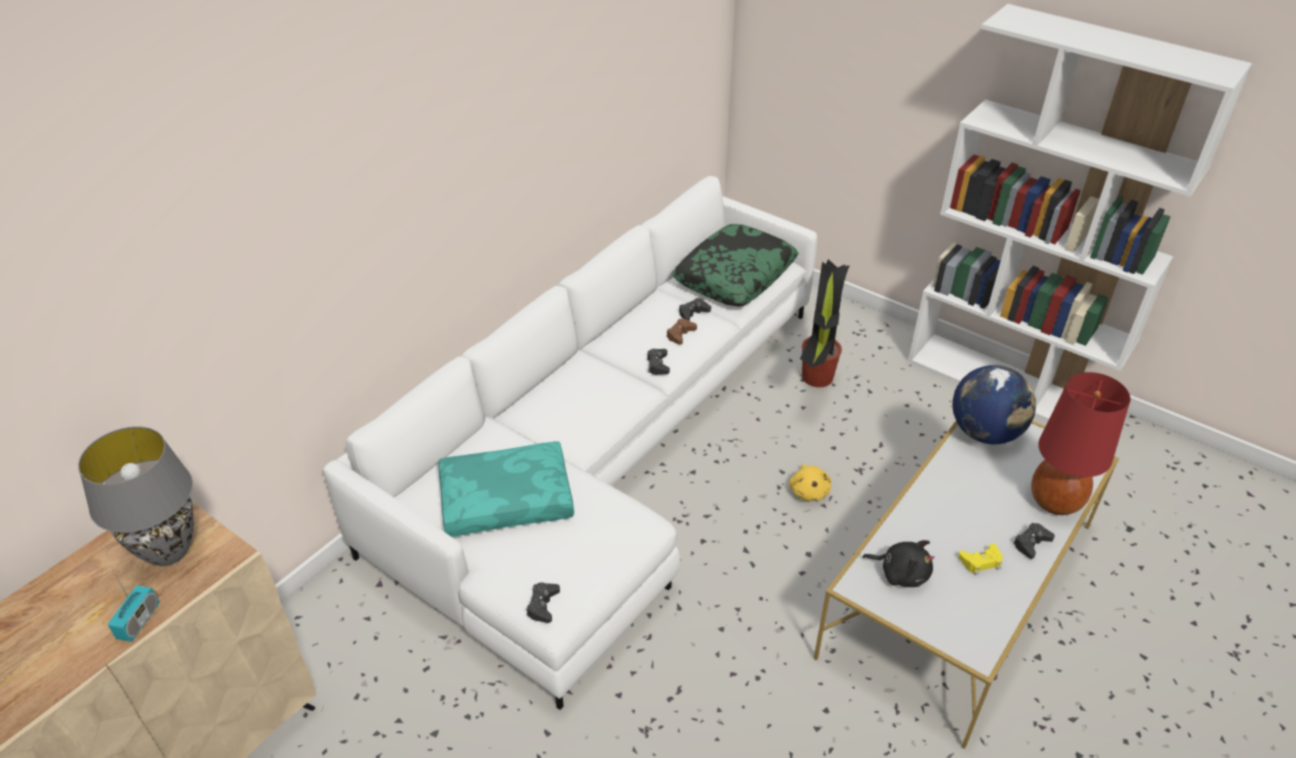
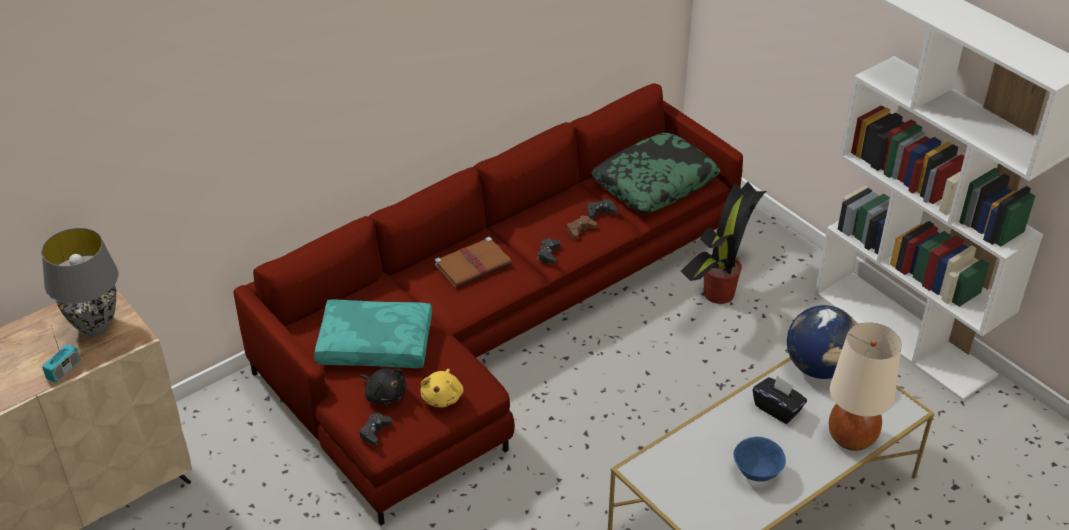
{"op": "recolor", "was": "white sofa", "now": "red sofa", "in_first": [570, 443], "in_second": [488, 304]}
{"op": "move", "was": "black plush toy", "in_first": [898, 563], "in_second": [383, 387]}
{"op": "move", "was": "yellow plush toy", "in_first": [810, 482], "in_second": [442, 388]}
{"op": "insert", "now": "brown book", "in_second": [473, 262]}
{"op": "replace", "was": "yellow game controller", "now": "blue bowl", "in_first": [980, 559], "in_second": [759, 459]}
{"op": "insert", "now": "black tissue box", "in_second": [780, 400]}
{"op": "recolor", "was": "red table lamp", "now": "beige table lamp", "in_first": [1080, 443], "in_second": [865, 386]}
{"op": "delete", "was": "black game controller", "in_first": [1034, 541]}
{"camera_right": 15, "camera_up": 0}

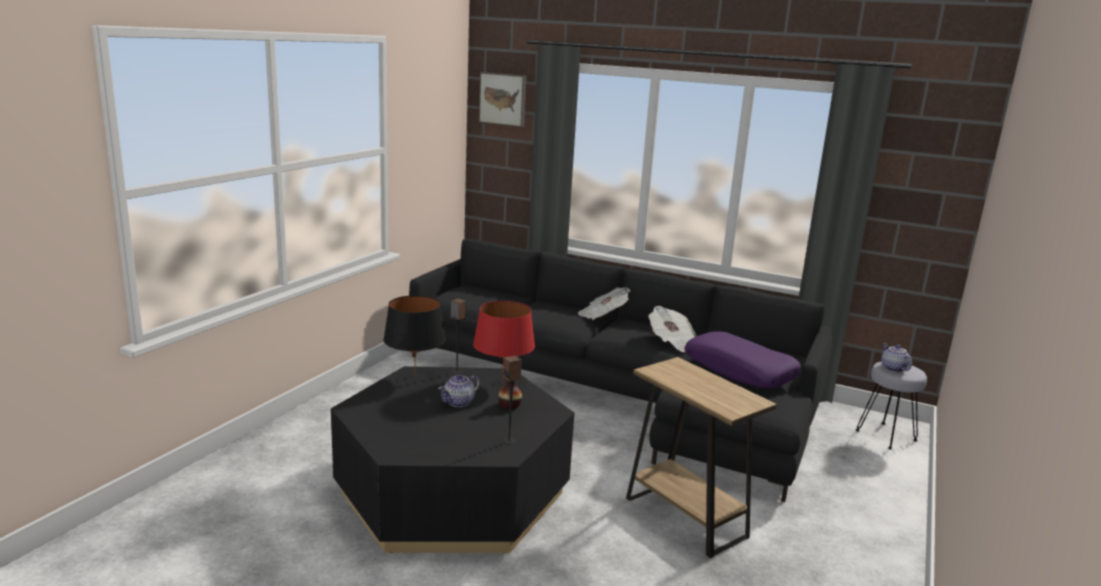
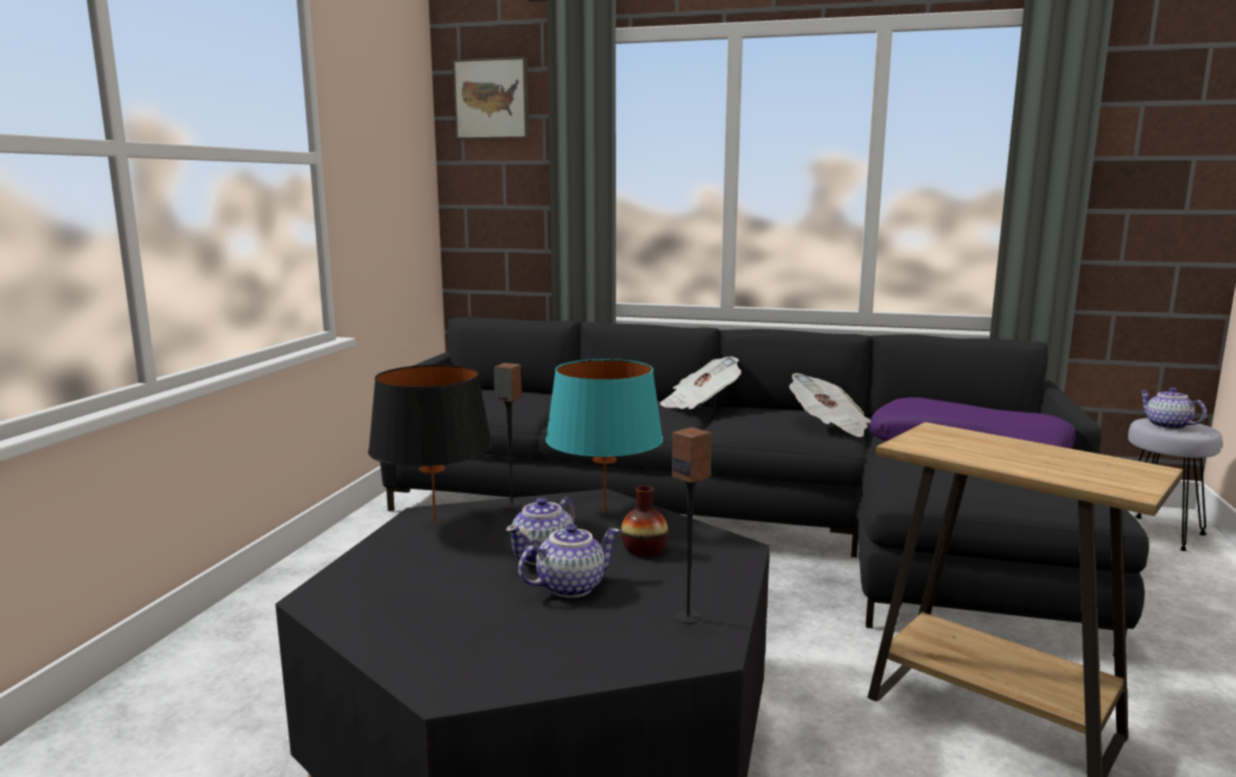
{"op": "insert", "now": "teapot", "in_second": [569, 561]}
{"op": "recolor", "was": "red table lamp", "now": "turquoise table lamp", "in_first": [504, 341], "in_second": [604, 435]}
{"camera_right": -10, "camera_up": -5}

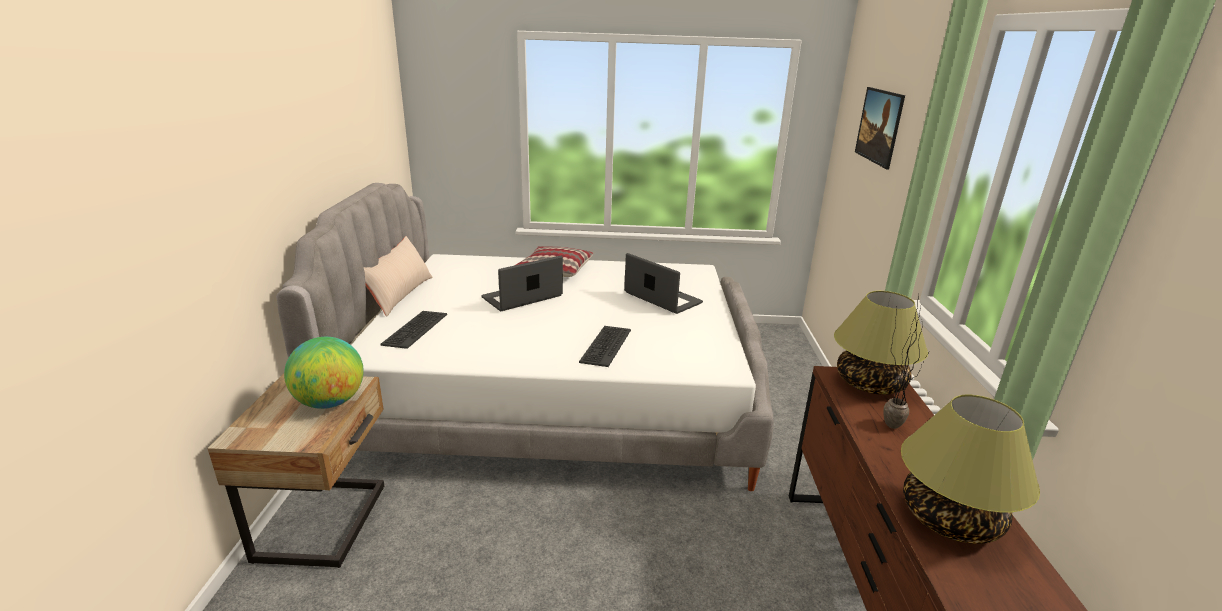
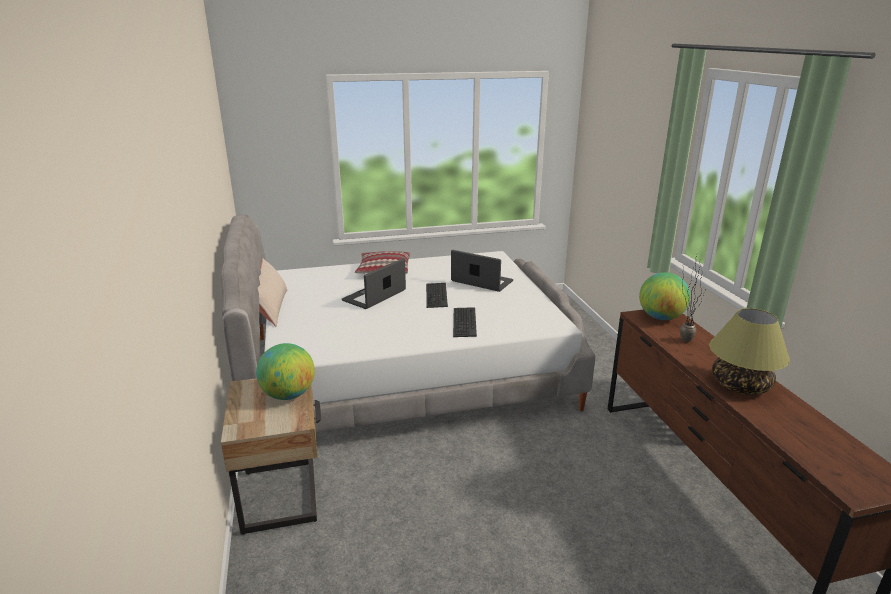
{"op": "move", "was": "keyboard", "in_first": [414, 330], "in_second": [437, 295]}
{"op": "replace", "was": "table lamp", "now": "globe", "in_first": [881, 343], "in_second": [664, 296]}
{"op": "delete", "was": "picture", "in_first": [880, 128]}
{"camera_right": -15, "camera_up": 0}

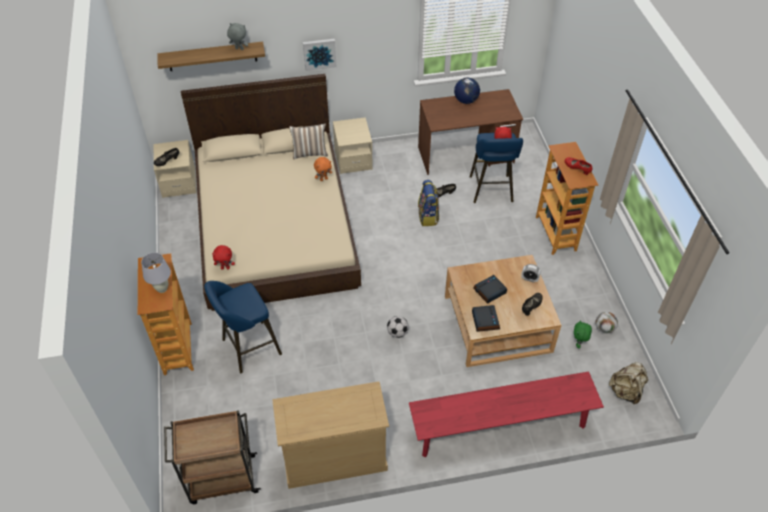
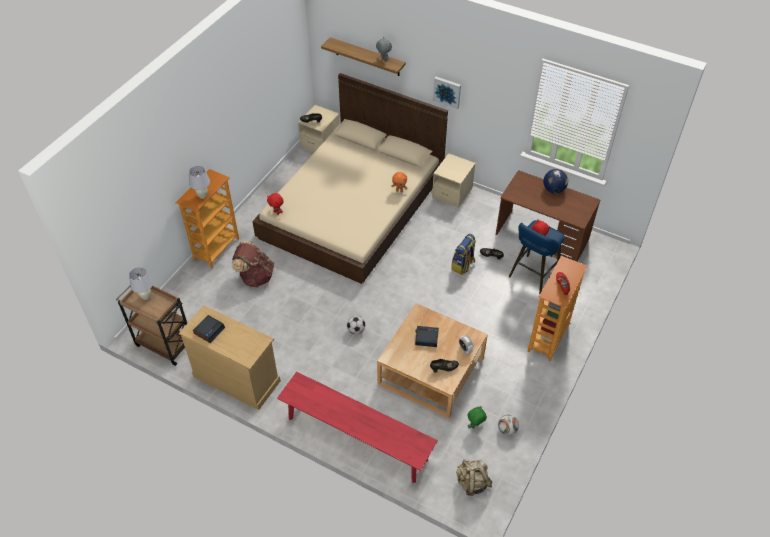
{"op": "insert", "now": "white table lamp", "in_second": [141, 283]}
{"op": "move", "was": "alarm clock", "in_first": [486, 318], "in_second": [209, 329]}
{"op": "replace", "was": "blue stool", "now": "brown backpack", "in_first": [243, 327], "in_second": [253, 264]}
{"op": "delete", "was": "pillow", "in_first": [308, 141]}
{"camera_right": 40, "camera_up": 0}

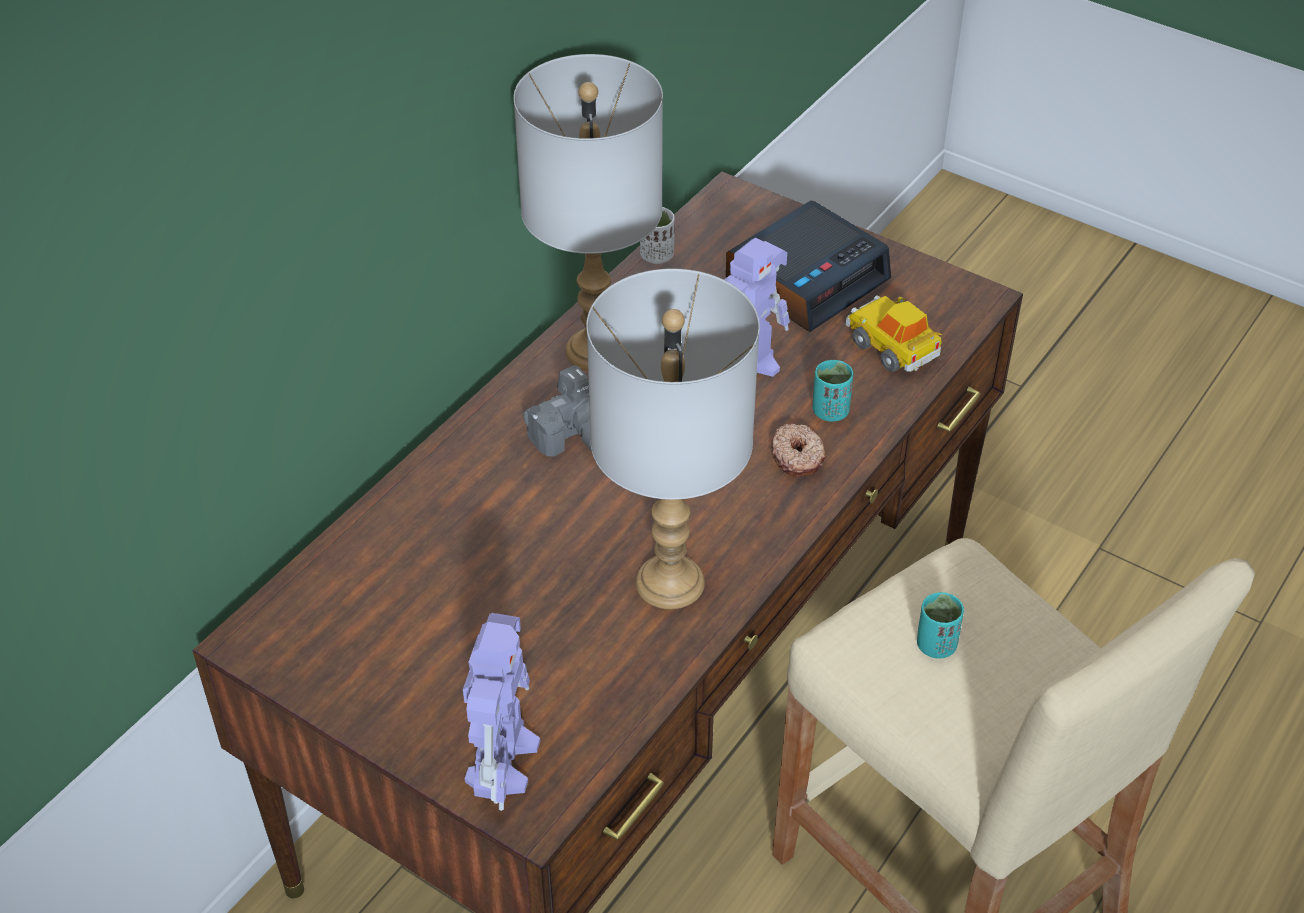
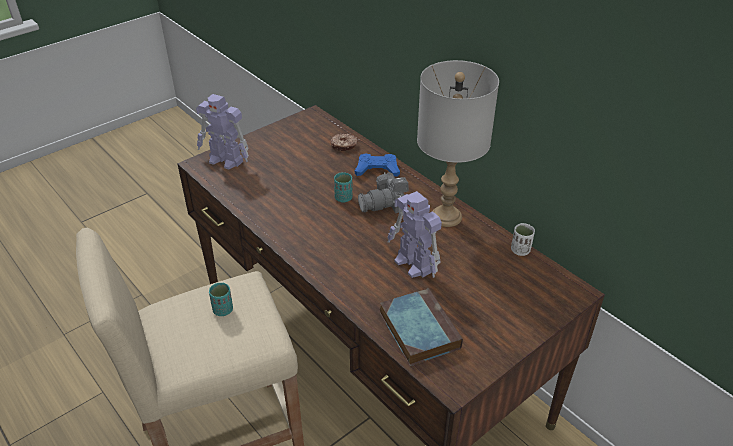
{"op": "move", "was": "donut", "in_first": [798, 450], "in_second": [344, 142]}
{"op": "move", "was": "turquoise cup", "in_first": [832, 391], "in_second": [343, 187]}
{"op": "insert", "now": "blue game controller", "in_second": [377, 165]}
{"op": "replace", "was": "toy car", "now": "book", "in_first": [893, 333], "in_second": [421, 327]}
{"op": "delete", "was": "grey table lamp", "in_first": [673, 438]}
{"op": "delete", "was": "alarm clock", "in_first": [808, 266]}
{"camera_right": 105, "camera_up": -5}

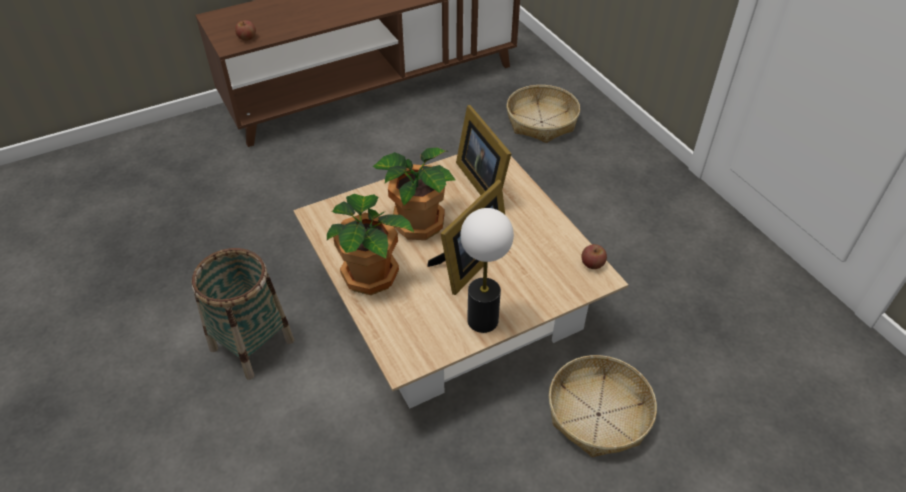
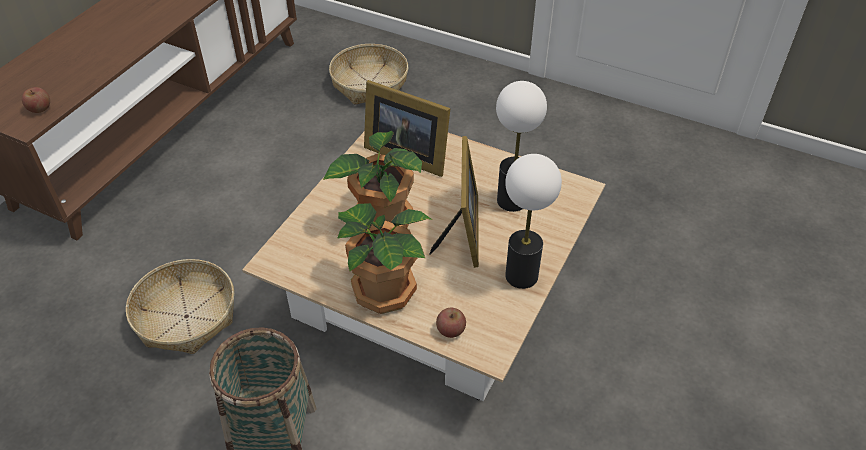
{"op": "move", "was": "basket", "in_first": [603, 406], "in_second": [180, 306]}
{"op": "move", "was": "apple", "in_first": [594, 256], "in_second": [451, 323]}
{"op": "insert", "now": "table lamp", "in_second": [521, 146]}
{"camera_right": -35, "camera_up": 0}

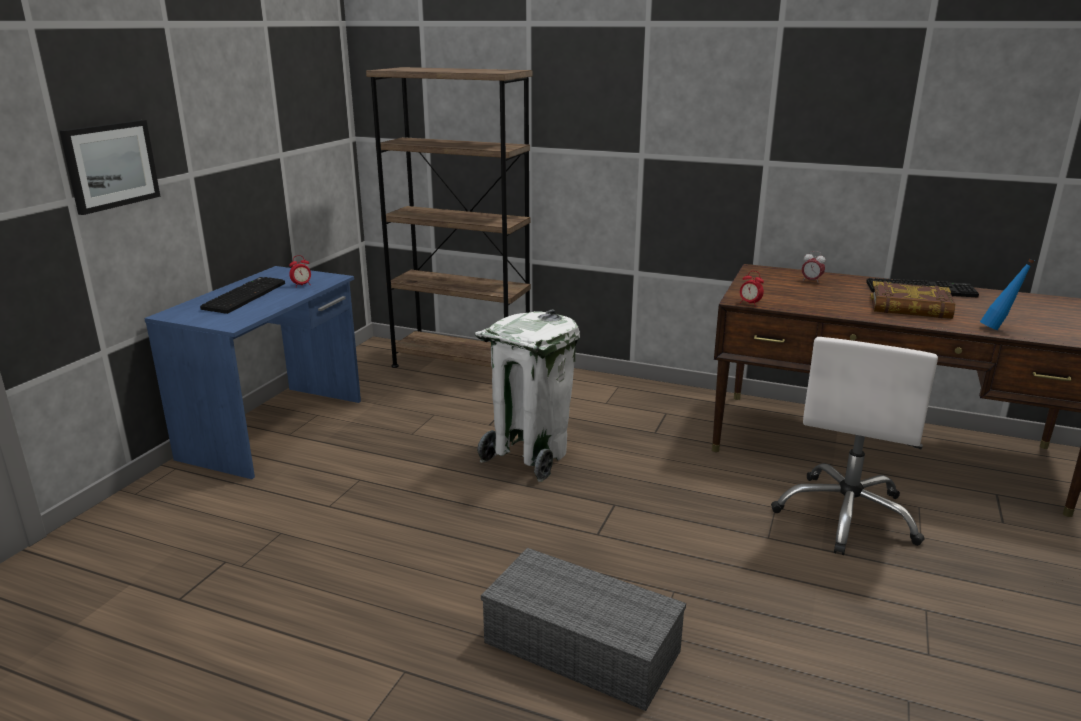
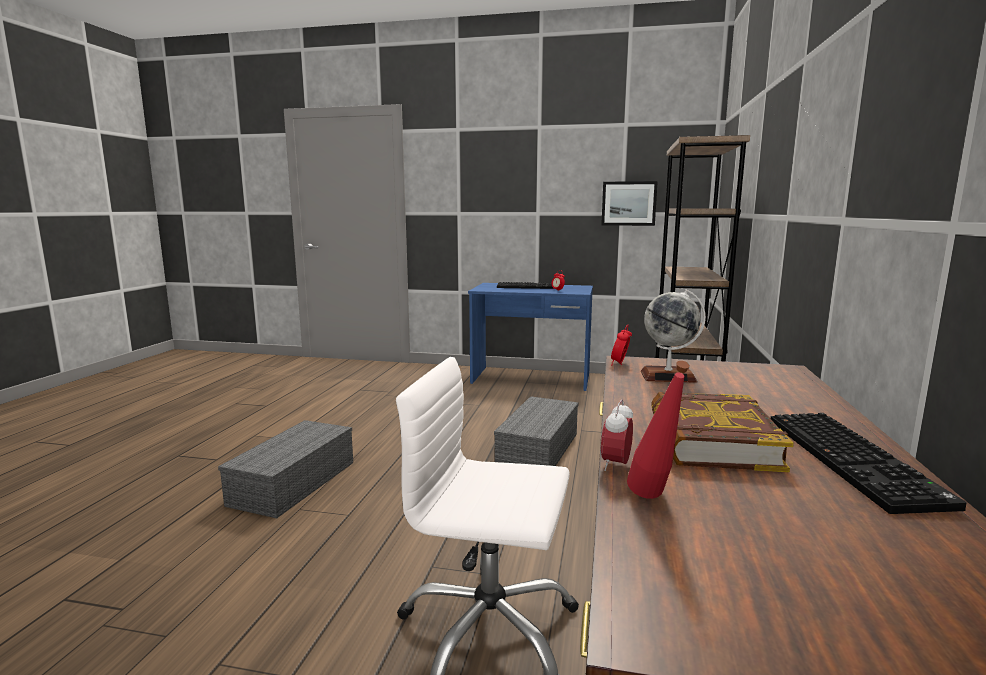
{"op": "replace", "was": "white trash can", "now": "grey storage box", "in_first": [527, 395], "in_second": [536, 431]}
{"op": "move", "was": "picture", "in_first": [110, 167], "in_second": [629, 203]}
{"op": "move", "was": "alarm clock", "in_first": [814, 266], "in_second": [617, 435]}
{"op": "recolor", "was": "blue bottle", "now": "red bottle", "in_first": [1007, 294], "in_second": [658, 430]}
{"op": "insert", "now": "globe", "in_second": [673, 336]}
{"camera_right": 80, "camera_up": -10}

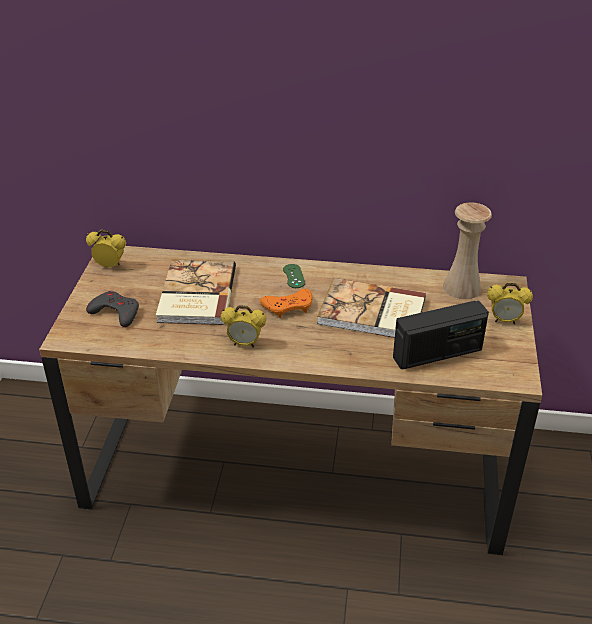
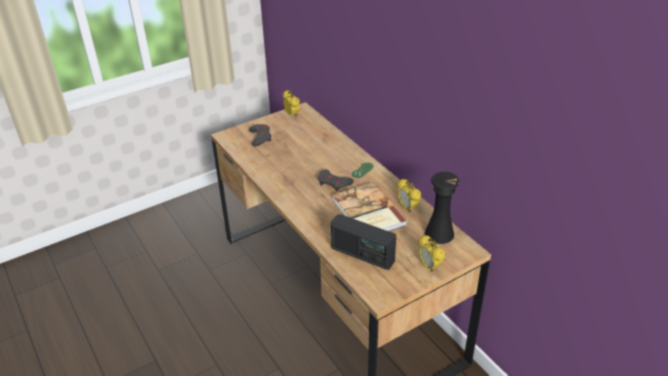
{"op": "recolor", "was": "orange game controller", "now": "grey game controller", "in_first": [286, 303], "in_second": [336, 180]}
{"op": "move", "was": "alarm clock", "in_first": [244, 326], "in_second": [409, 195]}
{"op": "recolor", "was": "beige vase", "now": "black vase", "in_first": [467, 250], "in_second": [442, 208]}
{"op": "delete", "was": "book", "in_first": [196, 292]}
{"camera_right": 50, "camera_up": 0}

